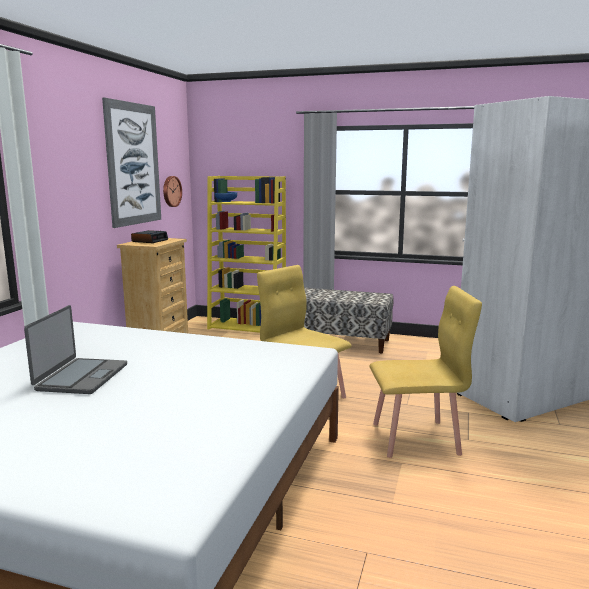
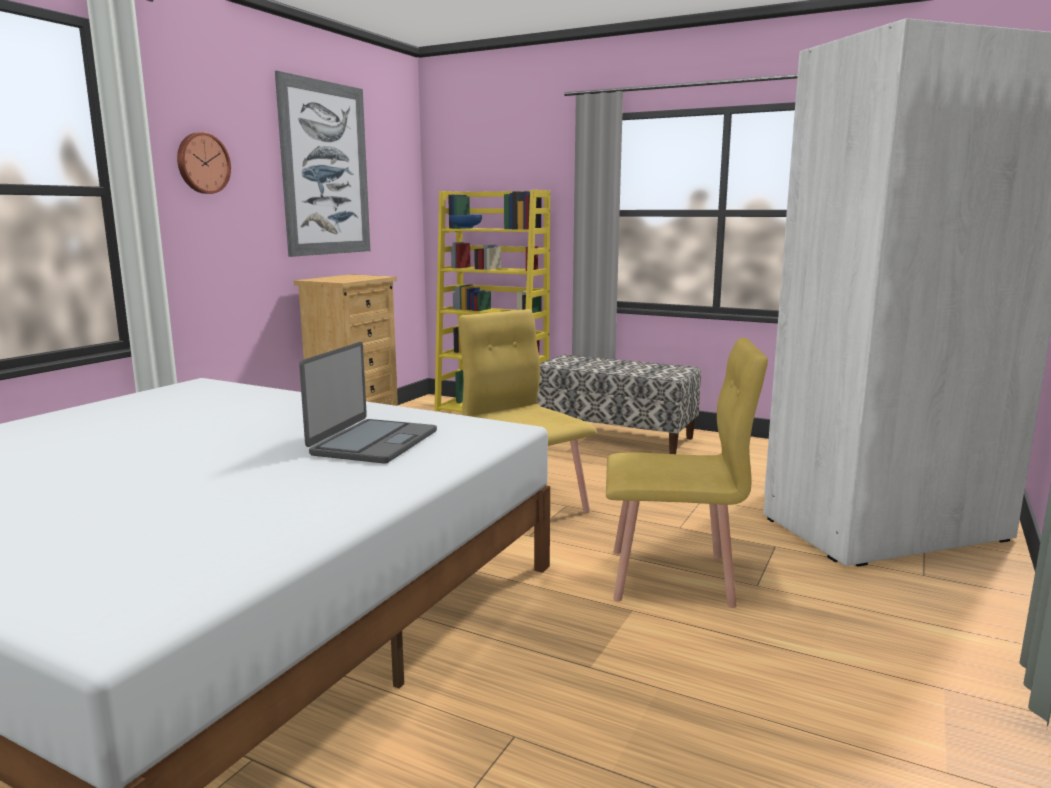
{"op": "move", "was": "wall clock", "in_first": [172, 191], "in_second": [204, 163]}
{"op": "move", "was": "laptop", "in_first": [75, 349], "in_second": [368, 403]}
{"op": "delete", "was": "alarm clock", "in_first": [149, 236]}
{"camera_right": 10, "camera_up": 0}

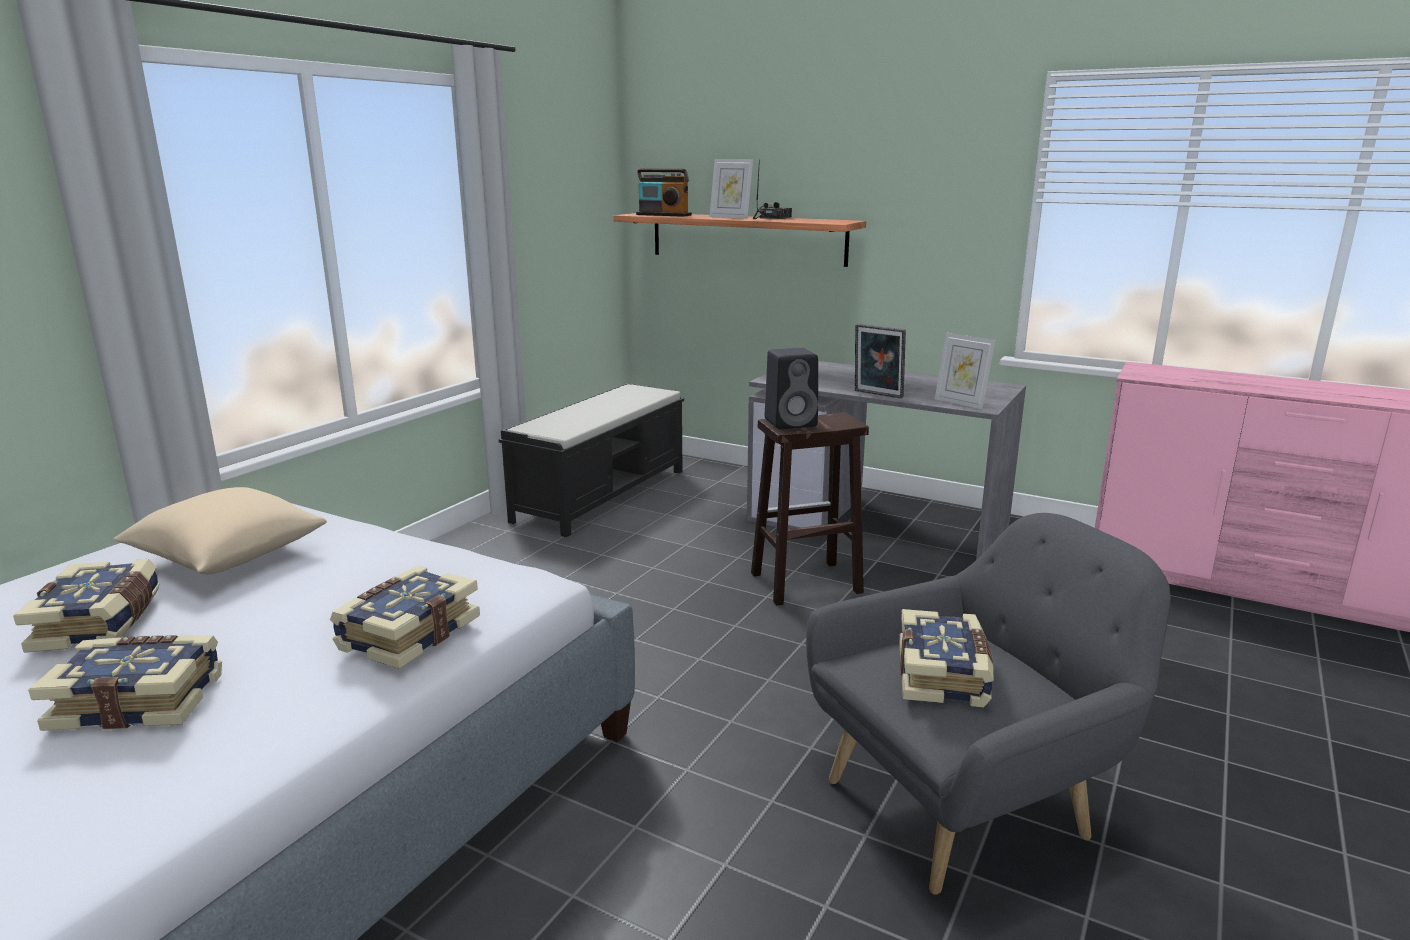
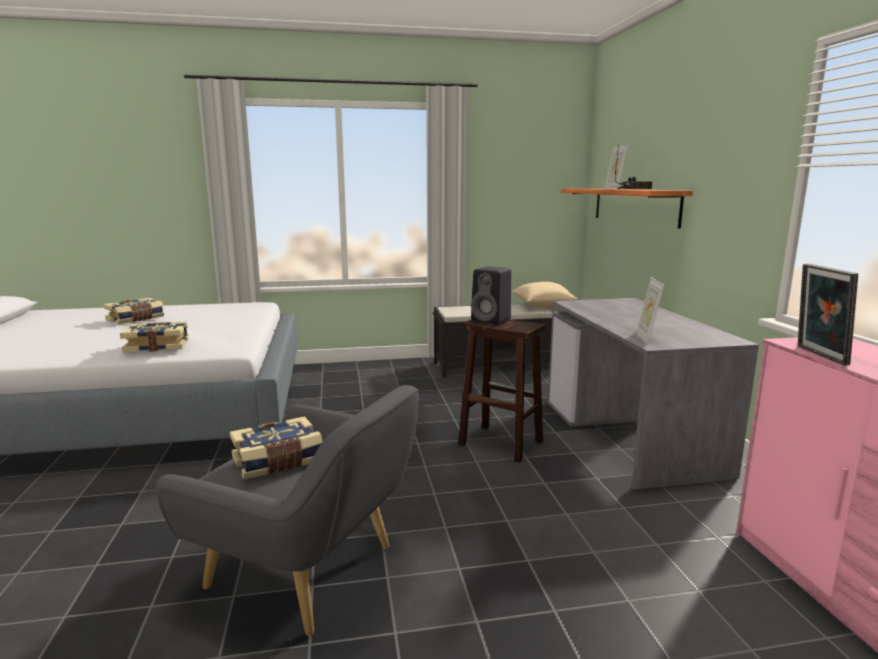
{"op": "move", "was": "beige pillow", "in_first": [220, 530], "in_second": [545, 295]}
{"op": "move", "was": "picture frame", "in_first": [880, 361], "in_second": [828, 315]}
{"op": "delete", "was": "book", "in_first": [125, 683]}
{"op": "delete", "was": "radio", "in_first": [664, 192]}
{"camera_right": 50, "camera_up": -5}

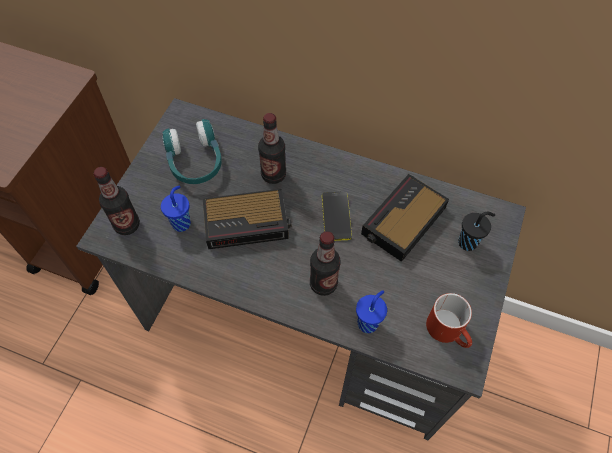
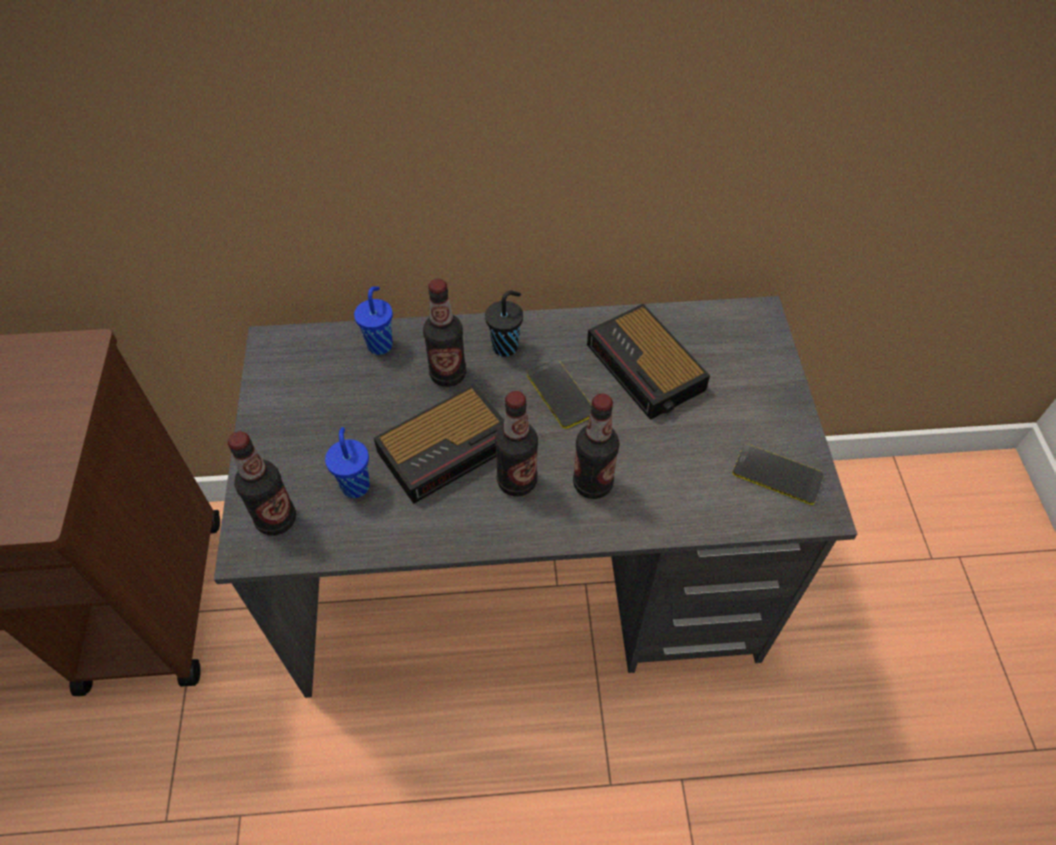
{"op": "move", "was": "blue cup", "in_first": [371, 311], "in_second": [373, 320]}
{"op": "move", "was": "black cup", "in_first": [476, 231], "in_second": [504, 324]}
{"op": "insert", "now": "bottle", "in_second": [516, 444]}
{"op": "rotate", "was": "alarm clock", "in_first": [405, 218], "in_second": [648, 362], "clockwise": -45}
{"op": "replace", "was": "red mug", "now": "phone", "in_first": [449, 320], "in_second": [778, 474]}
{"op": "delete", "was": "turquoise headphones", "in_first": [192, 151]}
{"camera_right": -25, "camera_up": -5}

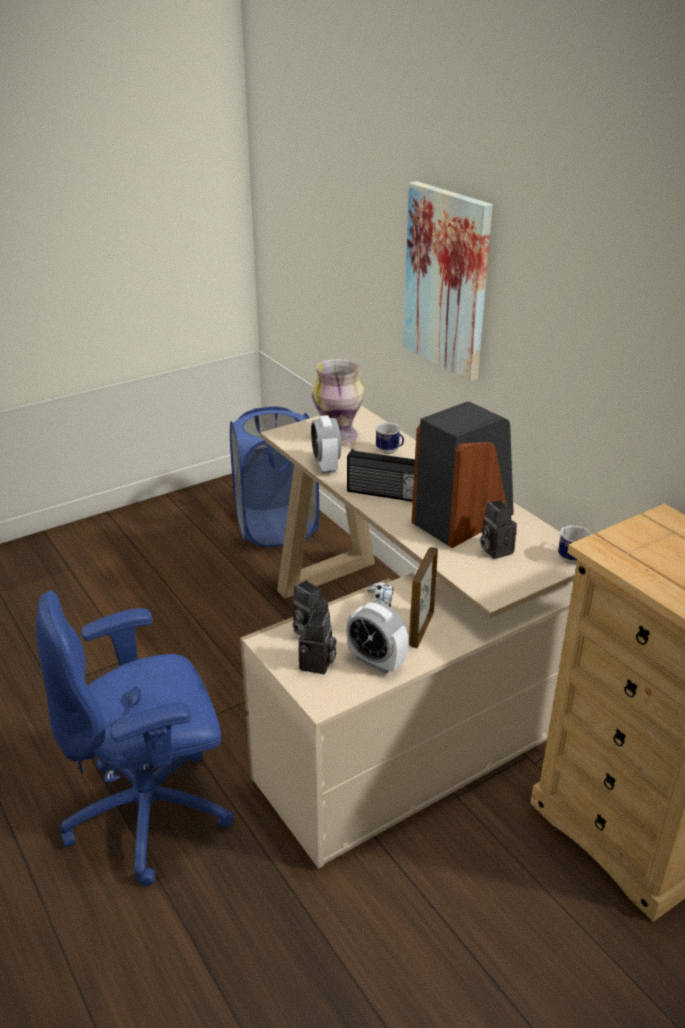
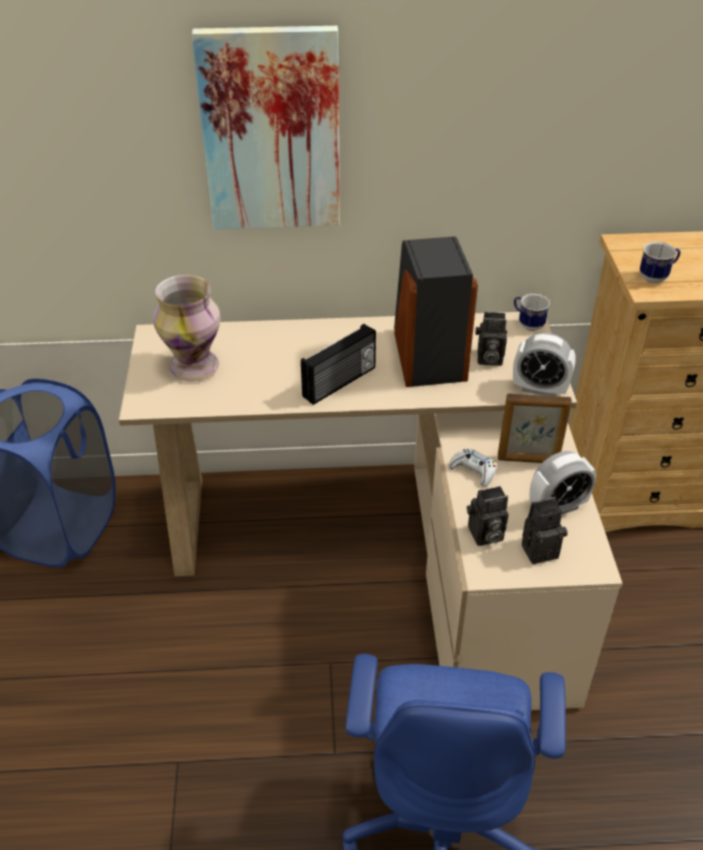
{"op": "rotate", "was": "picture frame", "in_first": [423, 597], "in_second": [535, 428], "clockwise": -45}
{"op": "move", "was": "alarm clock", "in_first": [326, 444], "in_second": [544, 364]}
{"op": "rotate", "was": "photo camera", "in_first": [317, 642], "in_second": [545, 530], "clockwise": -60}
{"op": "move", "was": "mug", "in_first": [389, 438], "in_second": [660, 262]}
{"camera_right": -60, "camera_up": 10}

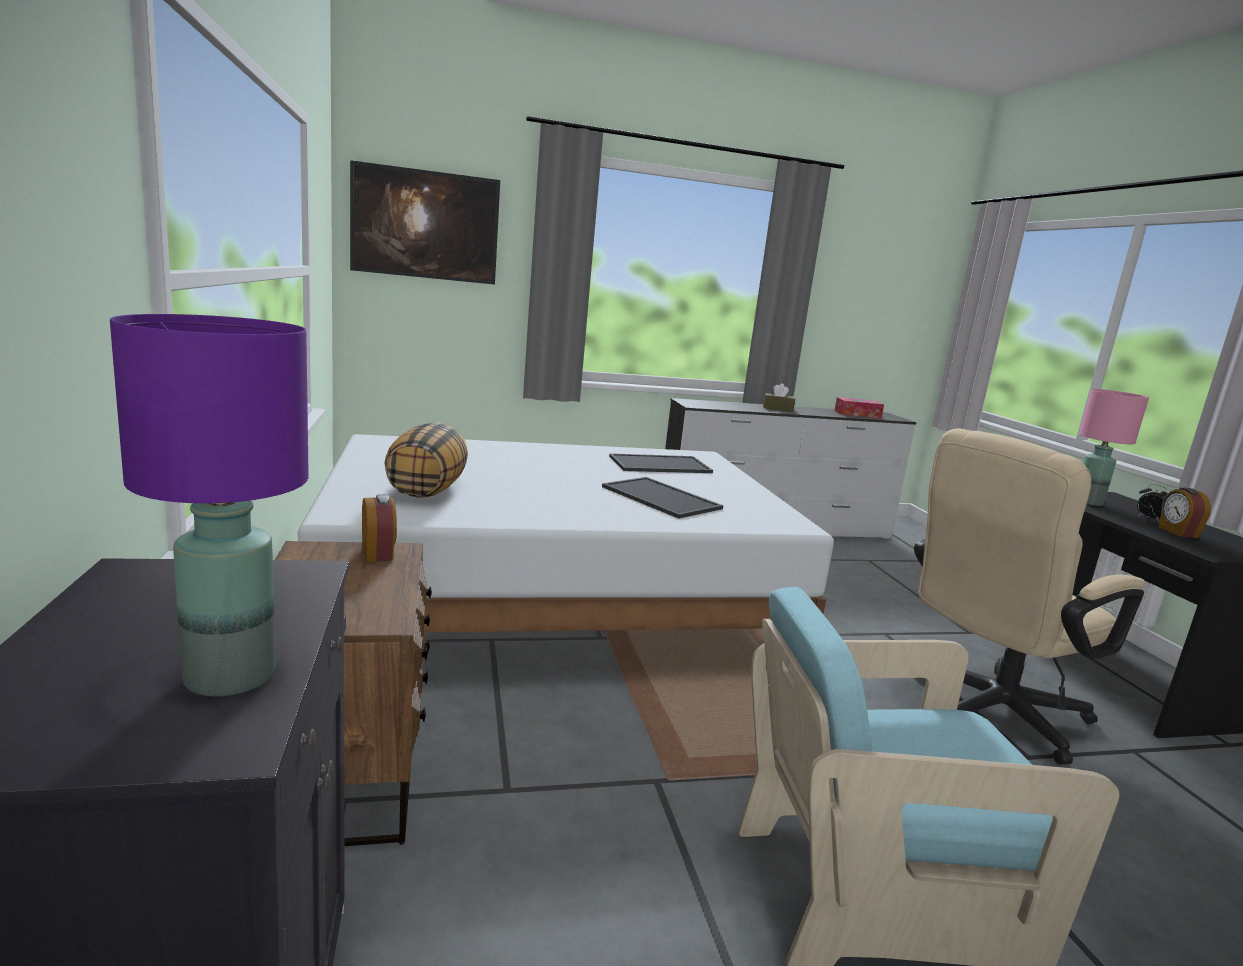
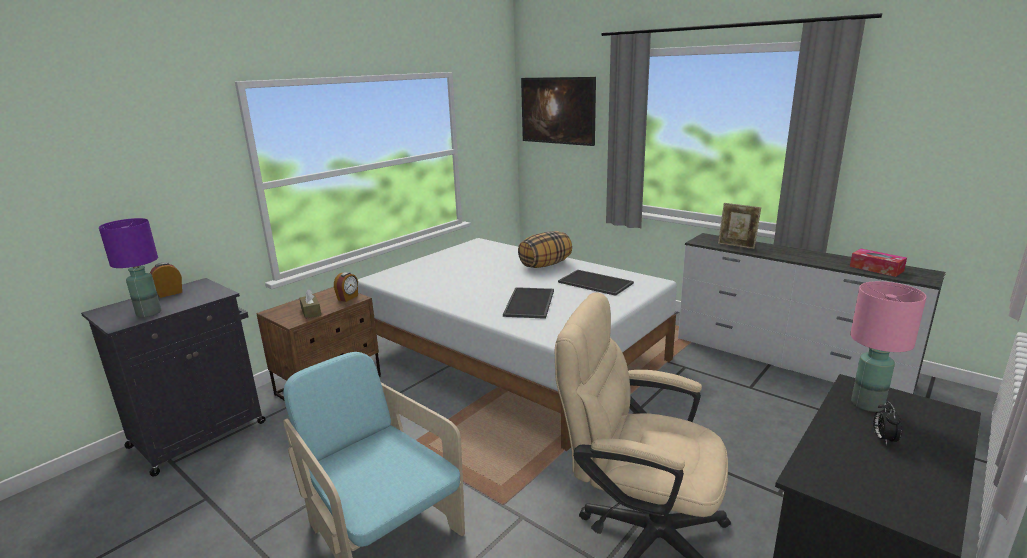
{"op": "move", "was": "alarm clock", "in_first": [1185, 512], "in_second": [166, 280]}
{"op": "move", "was": "brown tissue box", "in_first": [779, 397], "in_second": [310, 304]}
{"op": "move", "was": "pillow", "in_first": [426, 460], "in_second": [545, 249]}
{"op": "insert", "now": "picture frame", "in_second": [739, 226]}
{"camera_right": 55, "camera_up": 5}

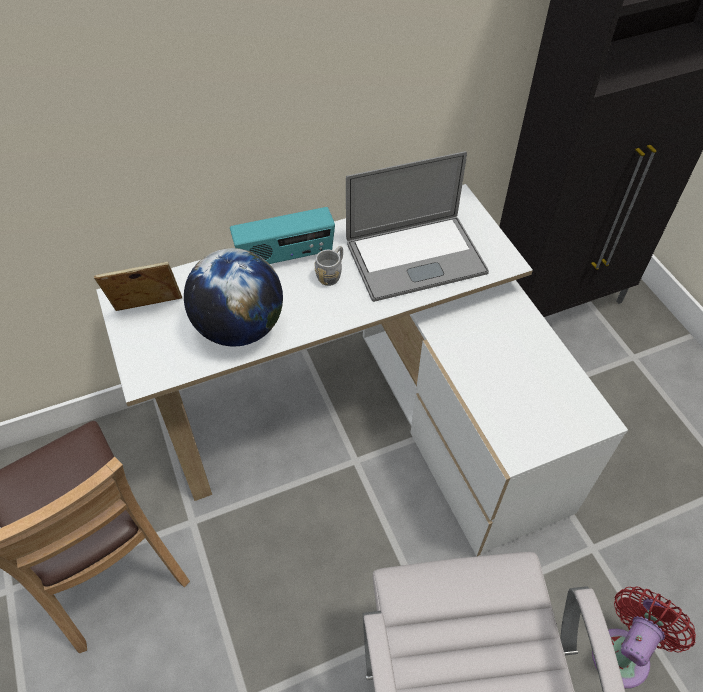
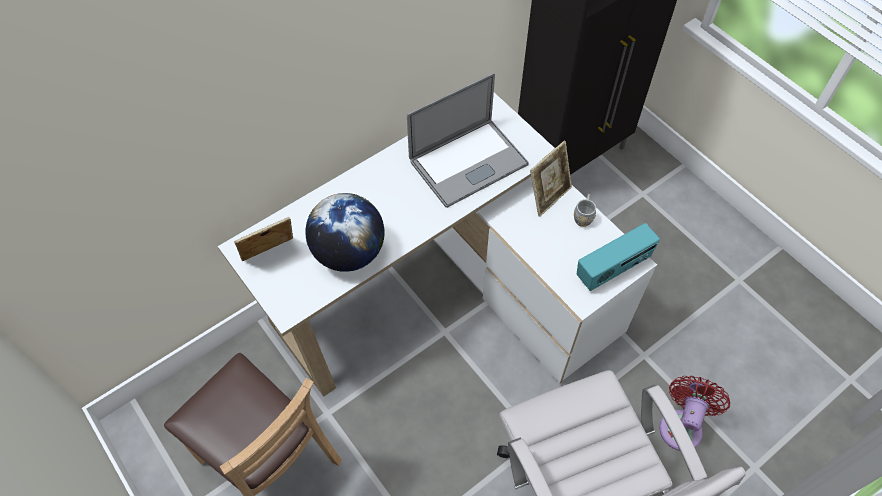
{"op": "insert", "now": "picture frame", "in_second": [551, 179]}
{"op": "move", "was": "grey mug", "in_first": [329, 266], "in_second": [585, 210]}
{"op": "move", "was": "radio", "in_first": [282, 235], "in_second": [618, 257]}
{"camera_right": -15, "camera_up": 5}

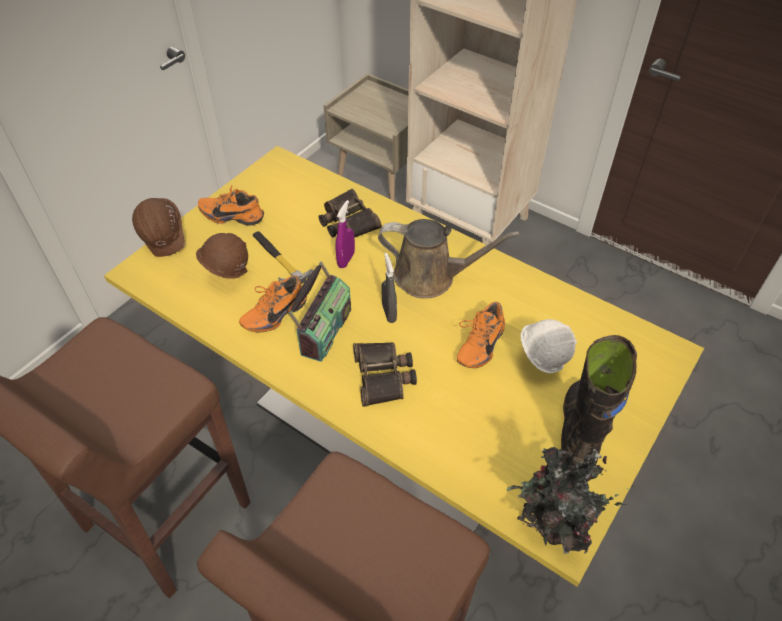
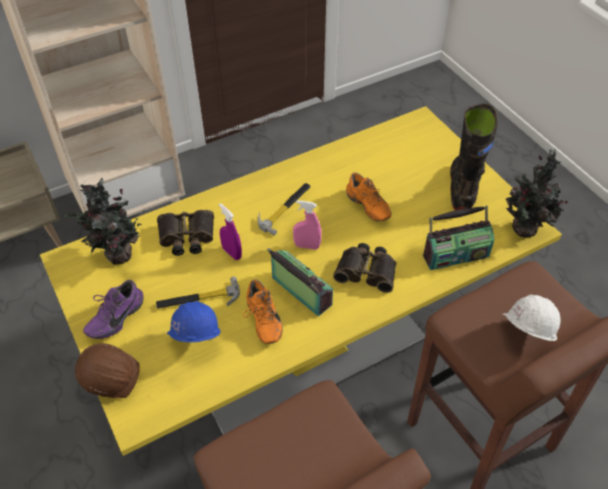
{"op": "insert", "now": "potted plant", "in_second": [103, 221]}
{"op": "recolor", "was": "orange shoe", "now": "purple shoe", "in_first": [231, 206], "in_second": [113, 309]}
{"op": "recolor", "was": "brown hard hat", "now": "blue hard hat", "in_first": [222, 256], "in_second": [193, 321]}
{"op": "replace", "was": "brown watering can", "now": "hammer", "in_first": [449, 259], "in_second": [284, 209]}
{"op": "recolor", "was": "grey spray bottle", "now": "pink spray bottle", "in_first": [389, 288], "in_second": [307, 225]}
{"op": "insert", "now": "radio", "in_second": [459, 238]}
{"op": "rotate", "was": "black boot", "in_first": [599, 401], "in_second": [473, 157], "clockwise": 60}
{"op": "move", "was": "white hard hat", "in_first": [549, 346], "in_second": [531, 318]}
{"camera_right": -65, "camera_up": 0}

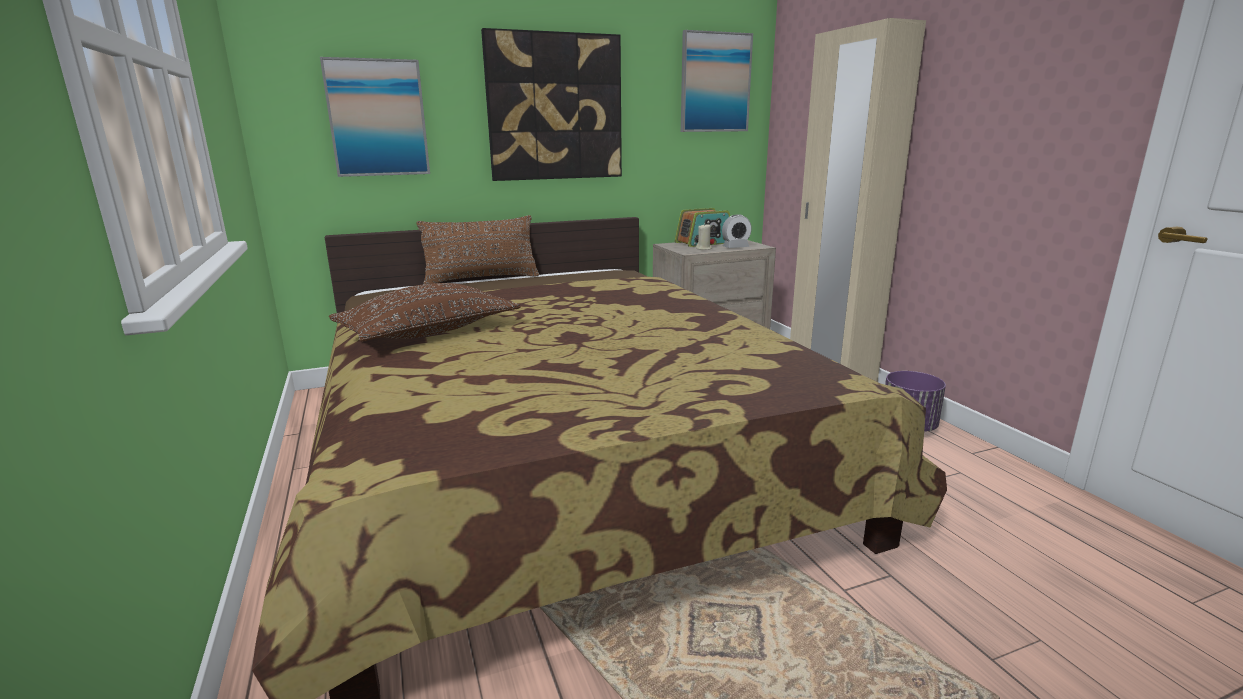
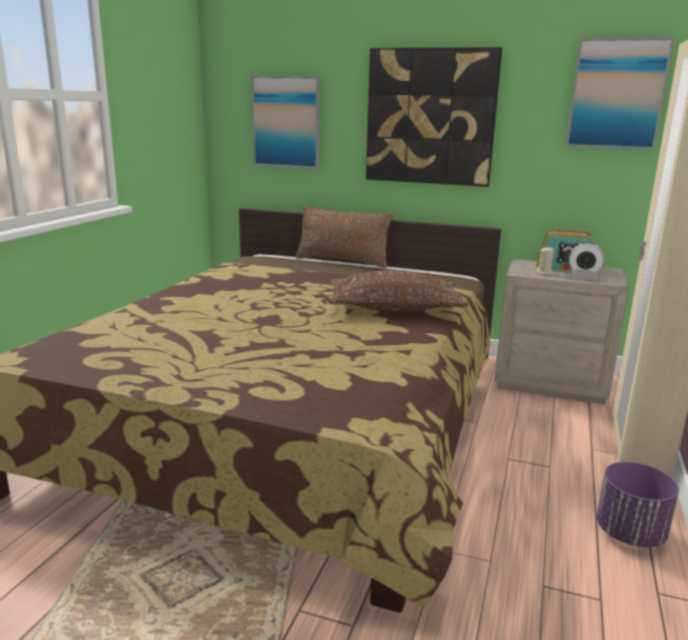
{"op": "move", "was": "brown pillow", "in_first": [425, 312], "in_second": [398, 291]}
{"camera_right": 40, "camera_up": 0}

